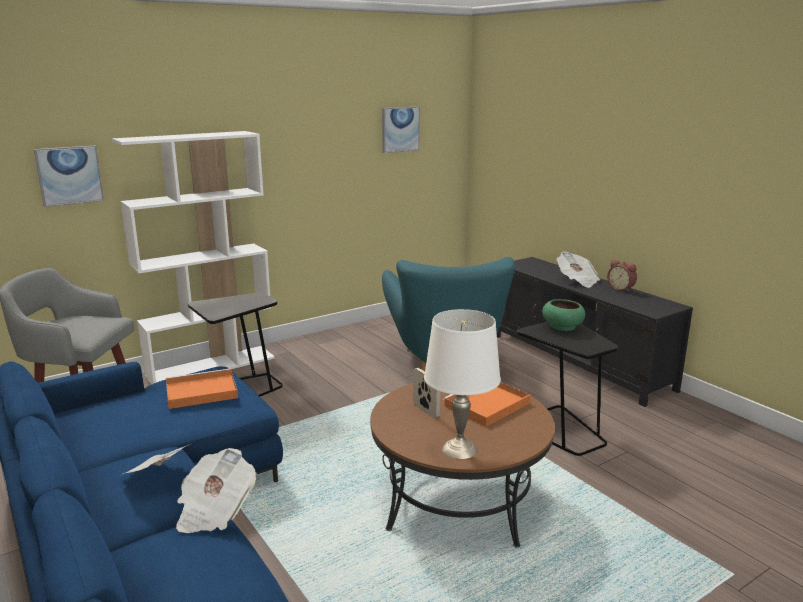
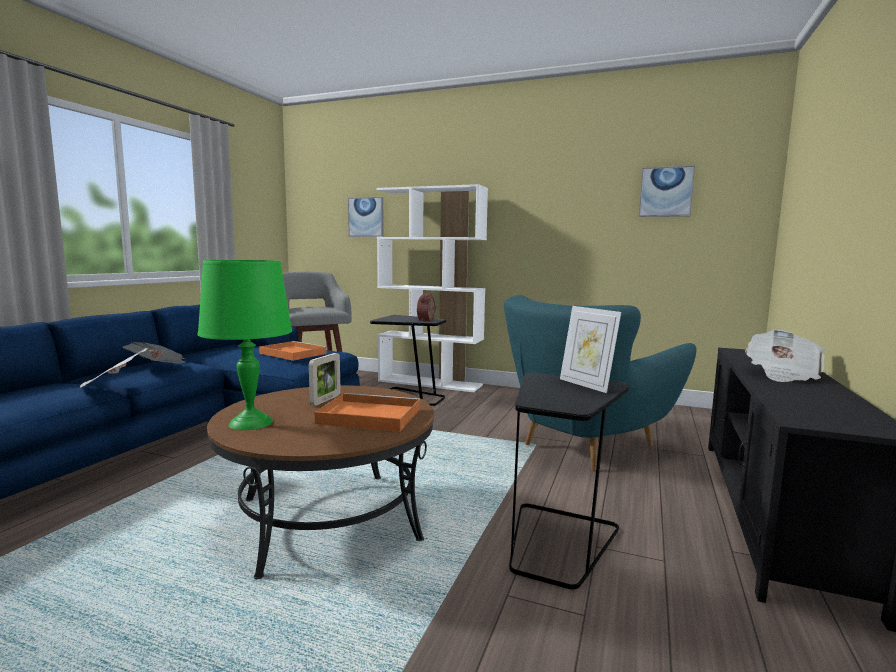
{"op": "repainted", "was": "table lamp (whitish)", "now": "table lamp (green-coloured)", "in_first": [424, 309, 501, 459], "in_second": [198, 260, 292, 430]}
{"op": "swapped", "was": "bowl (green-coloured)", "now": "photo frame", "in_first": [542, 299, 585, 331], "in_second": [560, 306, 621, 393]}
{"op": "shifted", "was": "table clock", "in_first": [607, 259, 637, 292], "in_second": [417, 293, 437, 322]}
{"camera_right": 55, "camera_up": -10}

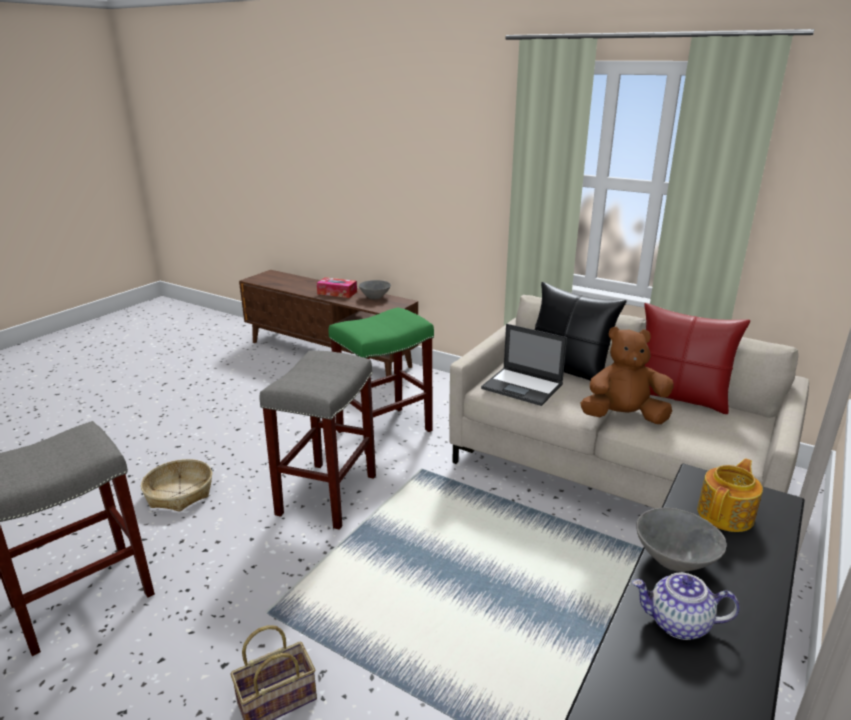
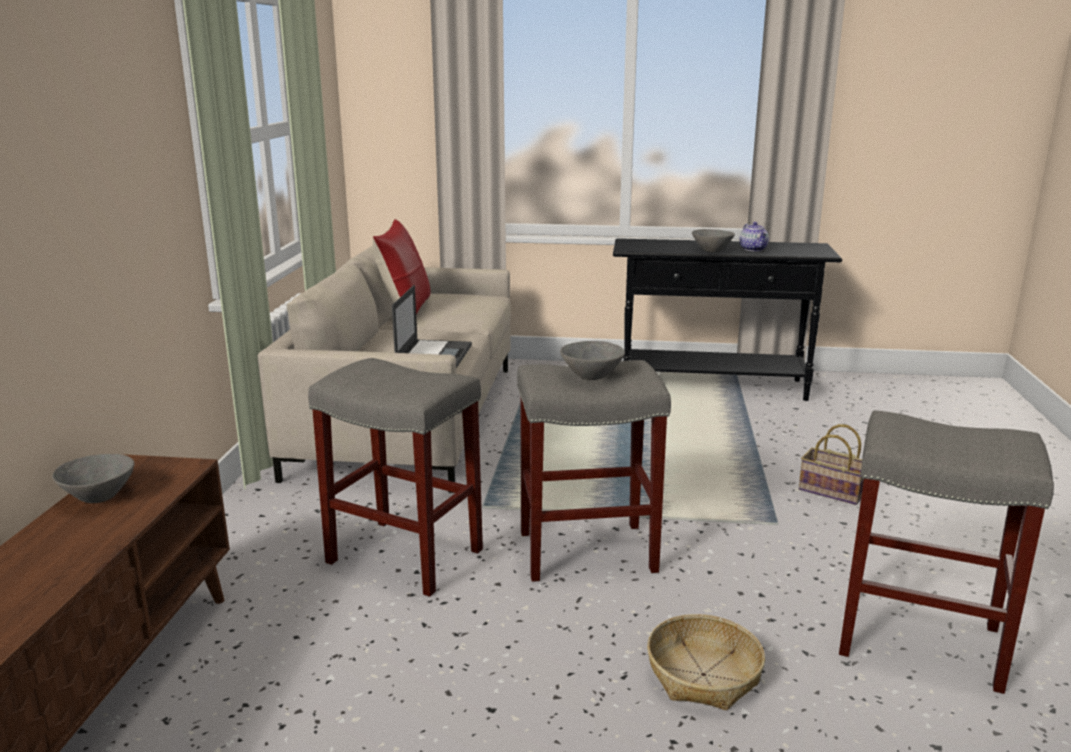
{"op": "gone", "was": "tissue holder", "in_first": [317, 277, 357, 298]}
{"op": "repainted", "was": "sitting stool (green-coloured)", "now": "sitting stool (grey)", "in_first": [329, 308, 434, 455], "in_second": [308, 358, 483, 597]}
{"op": "gone", "was": "cushion (blackish)", "in_first": [535, 282, 627, 381]}
{"op": "gone", "was": "soft toy (brownish)", "in_first": [580, 326, 673, 424]}
{"op": "gone", "was": "tea pot", "in_first": [697, 458, 763, 532]}
{"op": "new", "now": "bowl (grey)", "in_second": [560, 341, 625, 380]}
{"camera_right": -115, "camera_up": -5}

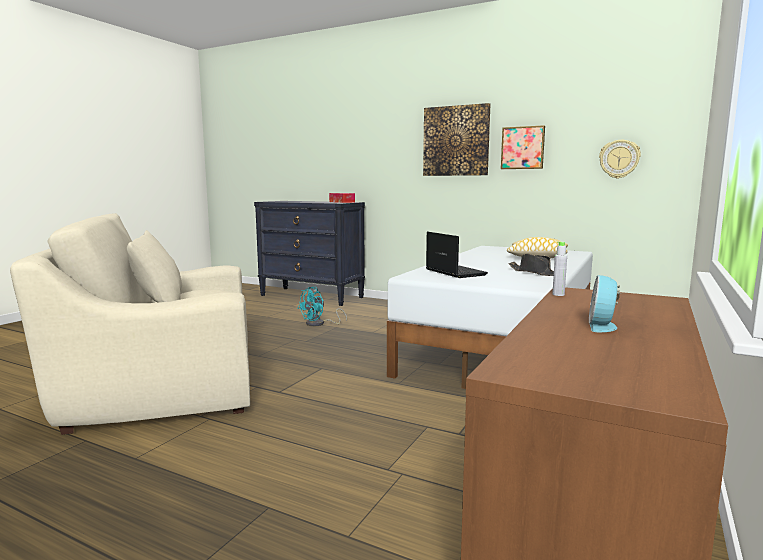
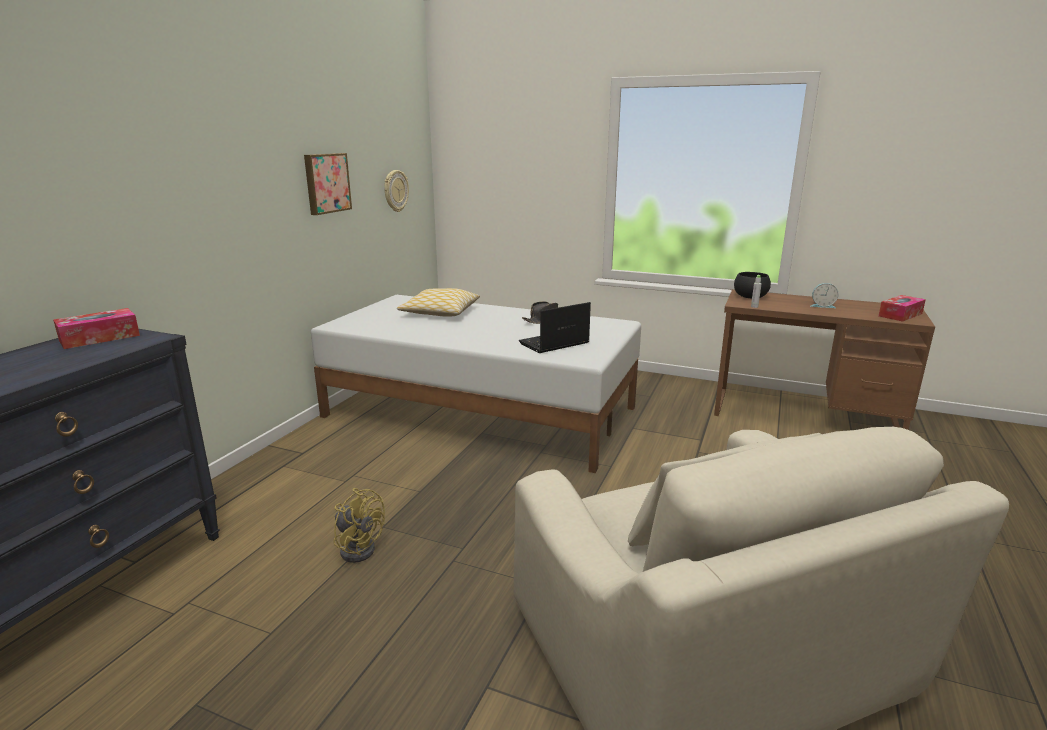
{"op": "repainted", "was": "cooling fan (blue-green)", "now": "cooling fan (yellow-coloured)", "in_first": [297, 287, 347, 326], "in_second": [334, 488, 385, 563]}
{"op": "gone", "was": "wall picture", "in_first": [423, 103, 490, 176]}
{"op": "new", "now": "bowl (blackish)", "in_second": [734, 272, 771, 298]}
{"op": "new", "now": "tissue holder", "in_second": [878, 295, 926, 322]}
{"camera_right": -95, "camera_up": 10}

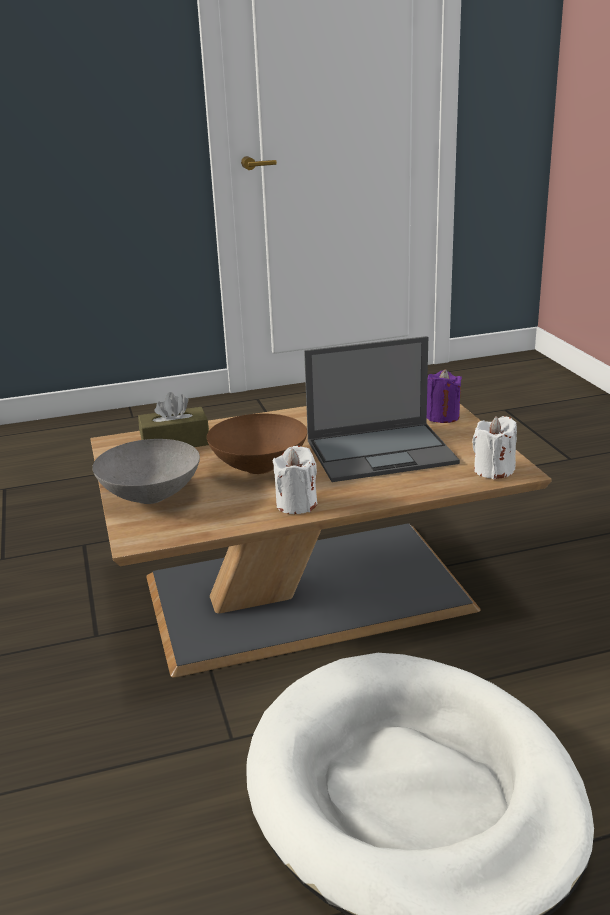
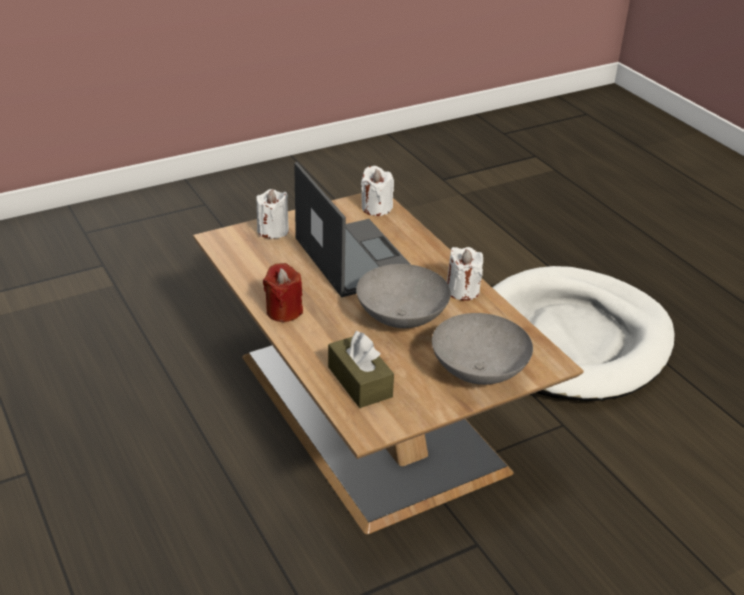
{"op": "repainted", "was": "bowl (brownish)", "now": "bowl (grey)", "in_first": [207, 414, 307, 474], "in_second": [356, 264, 451, 328]}
{"op": "repainted", "was": "wax light (purple-coloured)", "now": "wax light (whitish)", "in_first": [427, 369, 462, 423], "in_second": [256, 189, 289, 239]}
{"op": "new", "now": "wax light (red-coloured)", "in_second": [263, 263, 303, 322]}
{"camera_right": -105, "camera_up": 10}

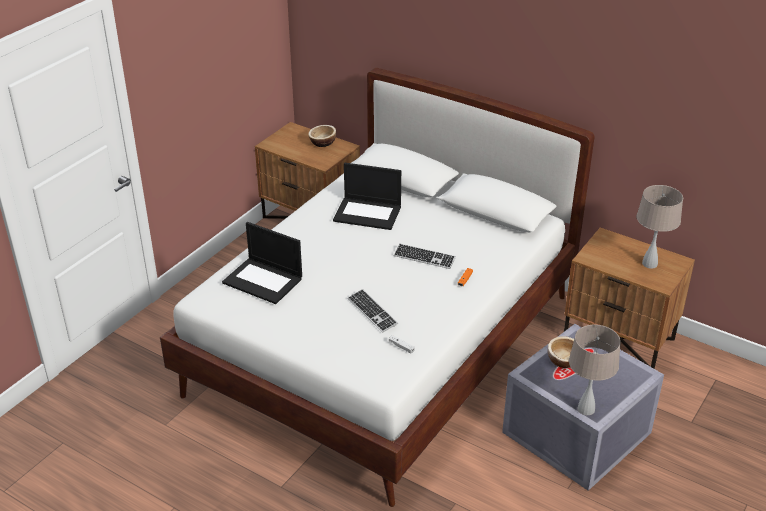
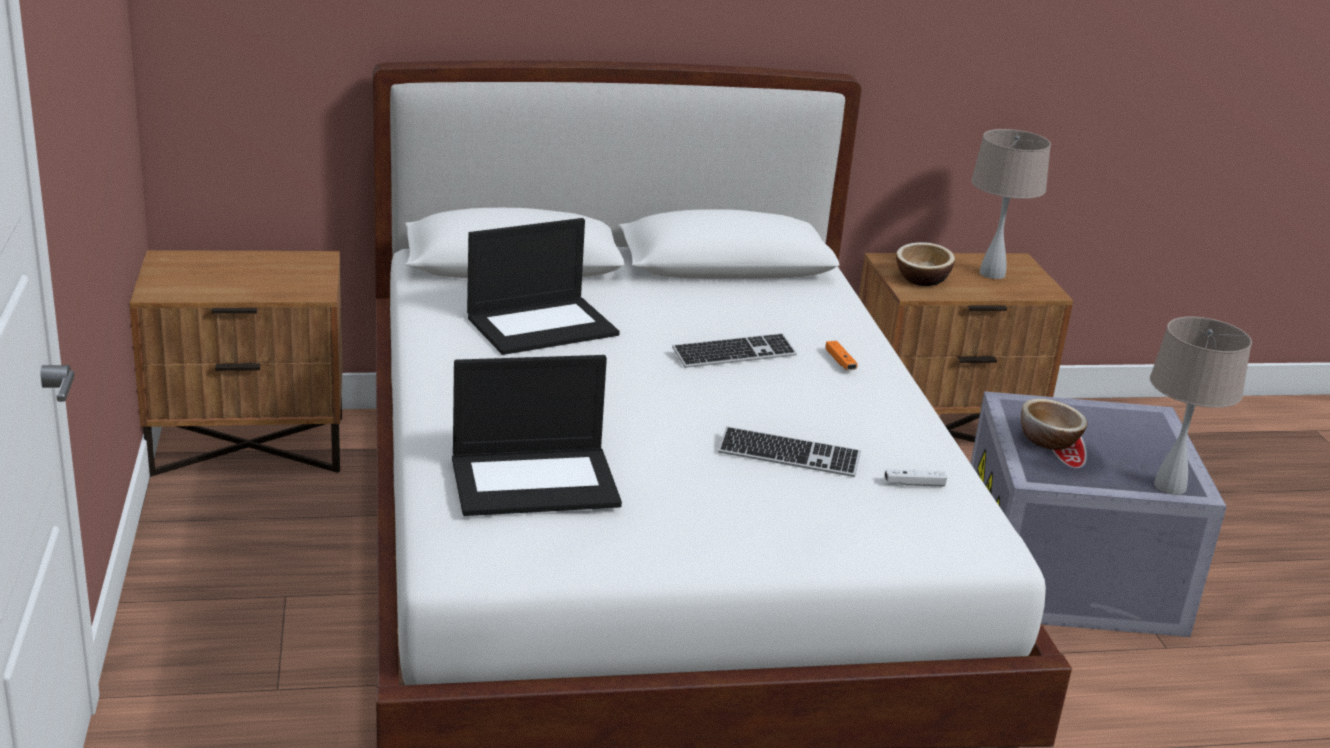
{"op": "shifted", "was": "bowl", "in_first": [308, 125, 336, 147], "in_second": [896, 242, 955, 286]}
{"camera_right": -45, "camera_up": -10}

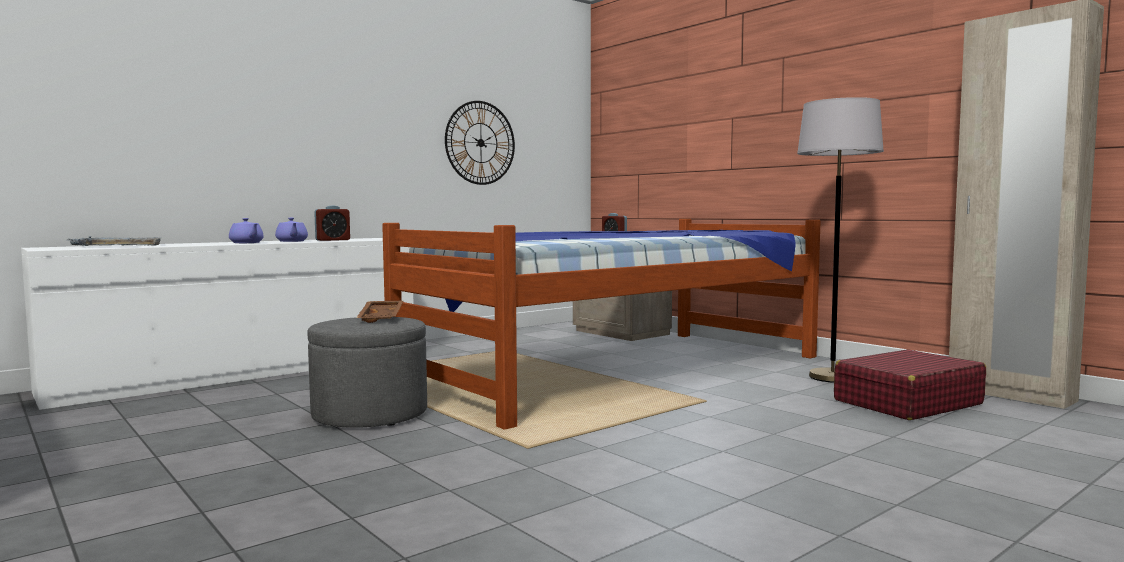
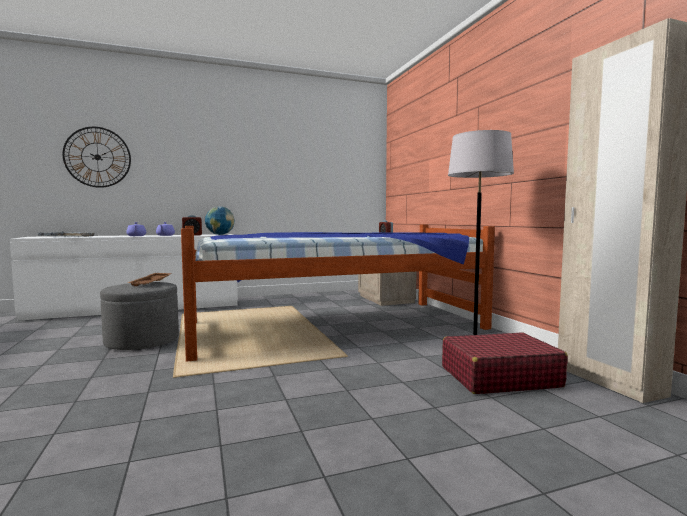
{"op": "shifted", "was": "wall clock", "in_first": [445, 101, 515, 185], "in_second": [63, 127, 131, 188]}
{"op": "new", "now": "world globe", "in_second": [205, 206, 234, 235]}
{"camera_right": 20, "camera_up": 0}

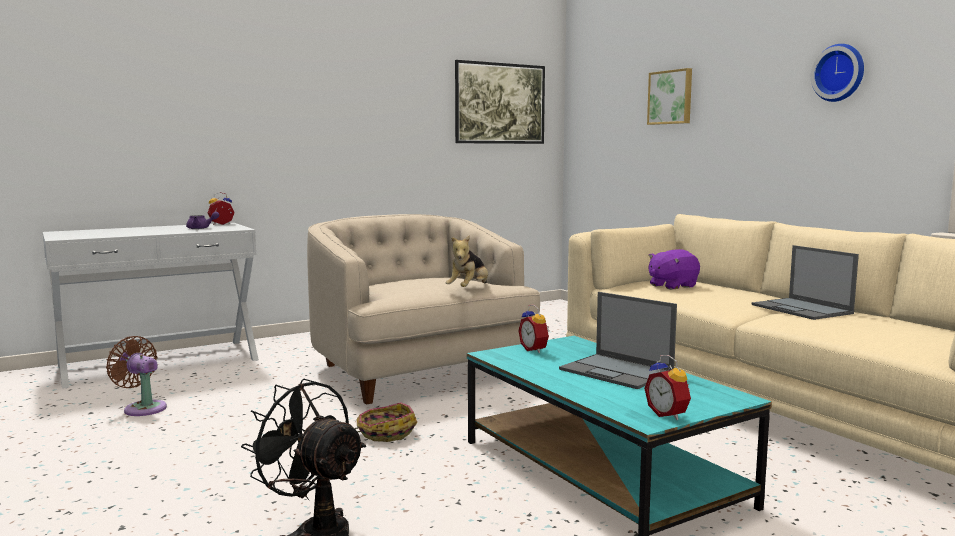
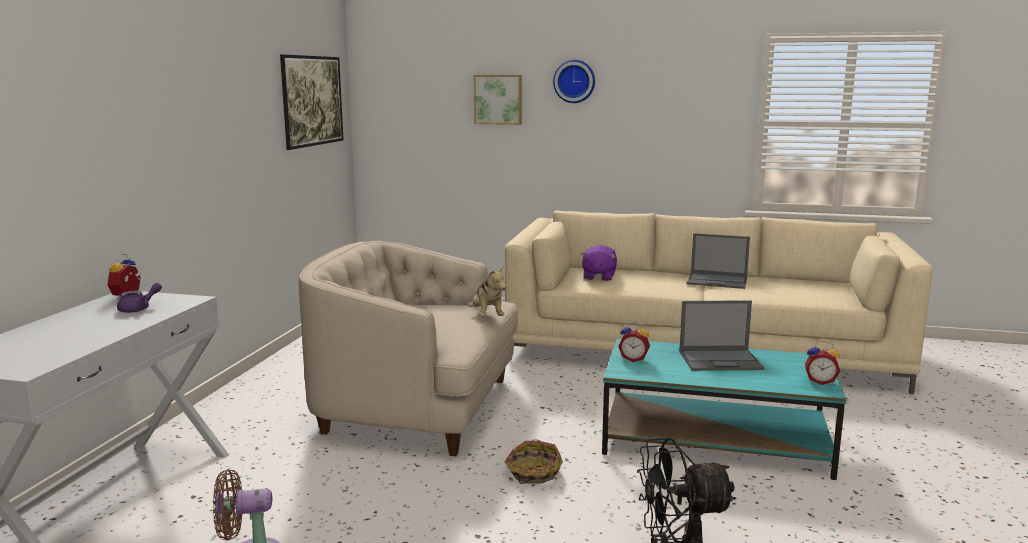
{"op": "shifted", "was": "wall clock", "in_first": [811, 44, 864, 102], "in_second": [553, 60, 595, 103]}
{"camera_right": -45, "camera_up": 5}

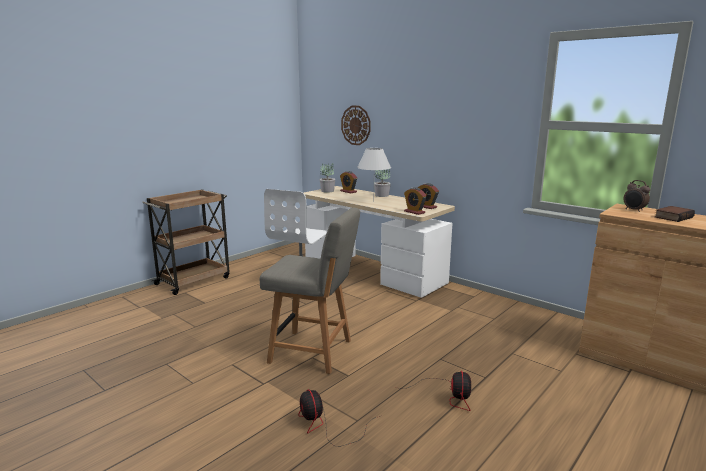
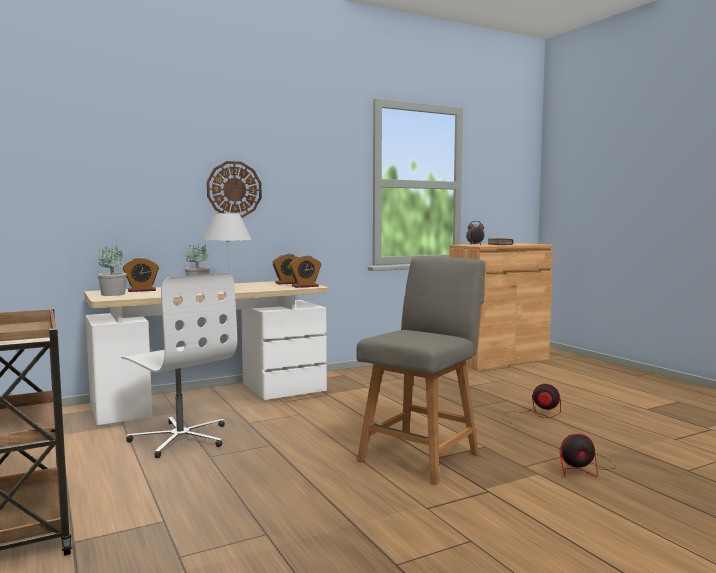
{"op": "shifted", "was": "wall clock", "in_first": [341, 106, 371, 145], "in_second": [207, 161, 262, 218]}
{"camera_right": -70, "camera_up": -10}

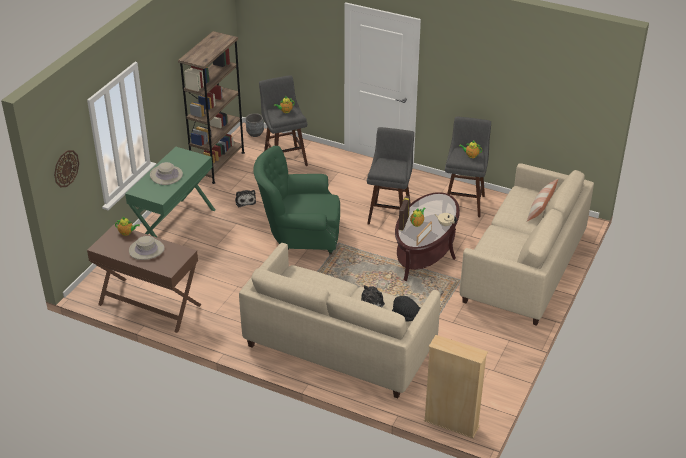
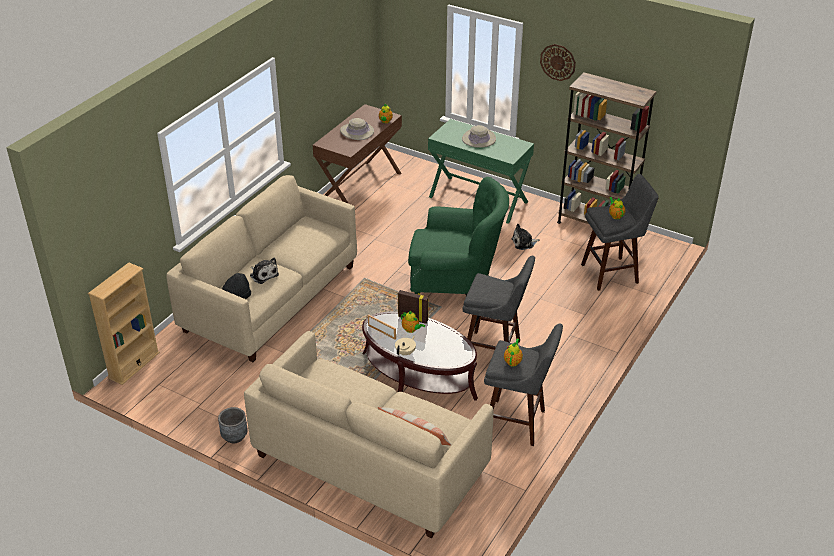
{"op": "shifted", "was": "wall clock", "in_first": [54, 150, 79, 187], "in_second": [540, 44, 576, 81]}
{"op": "shifted", "was": "flower pot (grey)", "in_first": [246, 113, 264, 137], "in_second": [218, 407, 248, 443]}
{"op": "rotated", "was": "lounge chair (green-coloured)", "in_first": [253, 146, 340, 255], "in_second": [408, 177, 509, 296], "clockwise": 90}
{"camera_right": 95, "camera_up": 0}

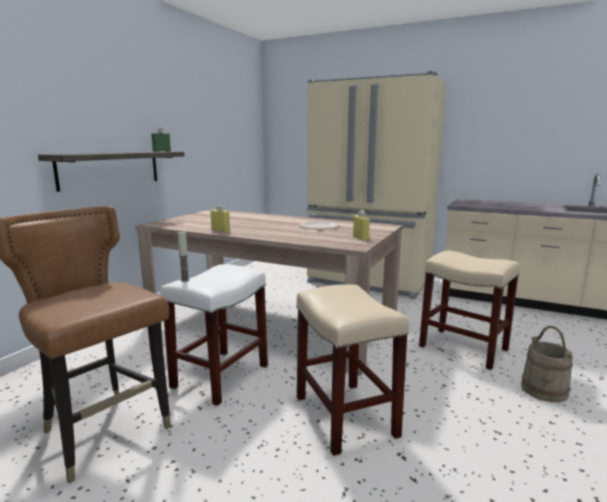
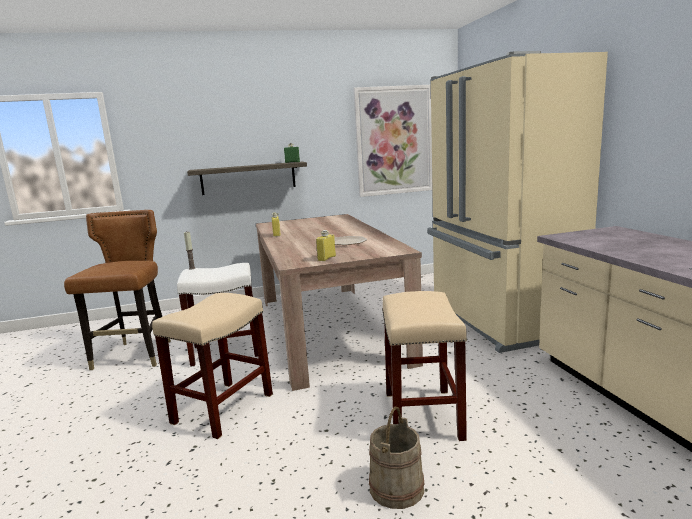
{"op": "new", "now": "wall picture", "in_second": [353, 85, 432, 197]}
{"camera_right": 50, "camera_up": 0}

